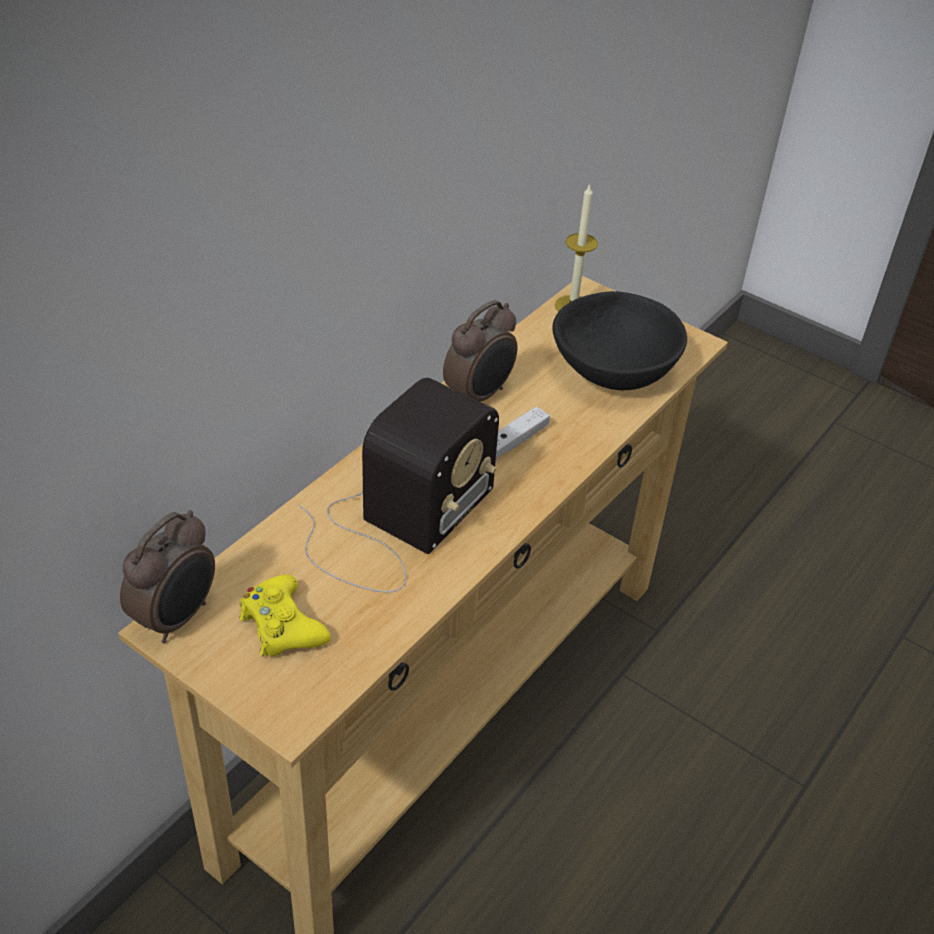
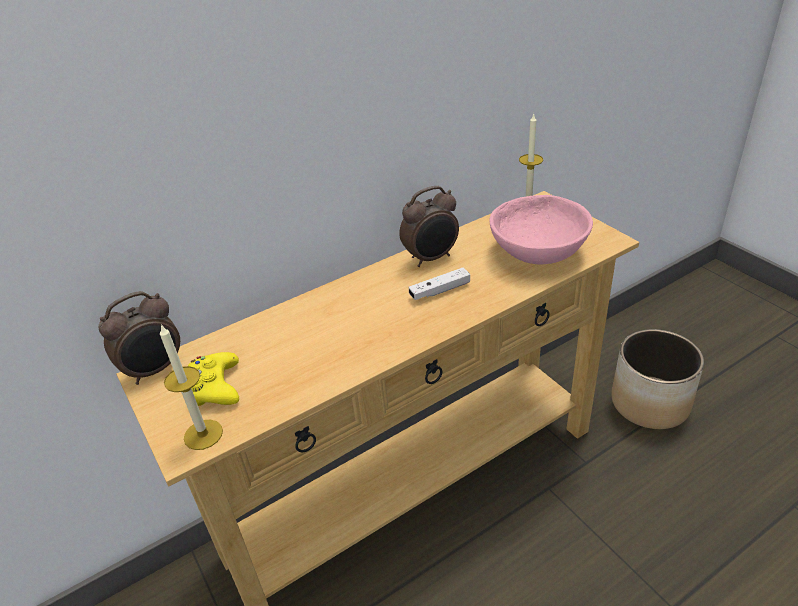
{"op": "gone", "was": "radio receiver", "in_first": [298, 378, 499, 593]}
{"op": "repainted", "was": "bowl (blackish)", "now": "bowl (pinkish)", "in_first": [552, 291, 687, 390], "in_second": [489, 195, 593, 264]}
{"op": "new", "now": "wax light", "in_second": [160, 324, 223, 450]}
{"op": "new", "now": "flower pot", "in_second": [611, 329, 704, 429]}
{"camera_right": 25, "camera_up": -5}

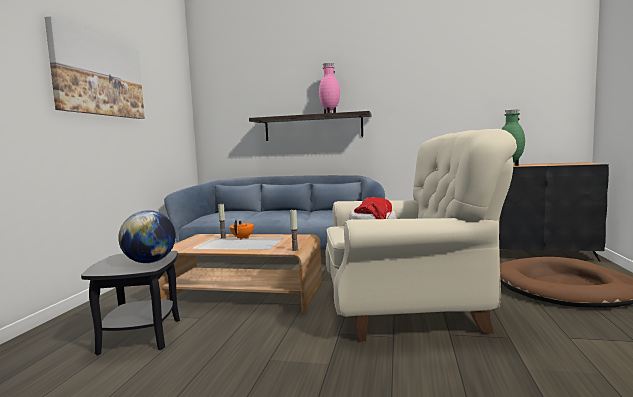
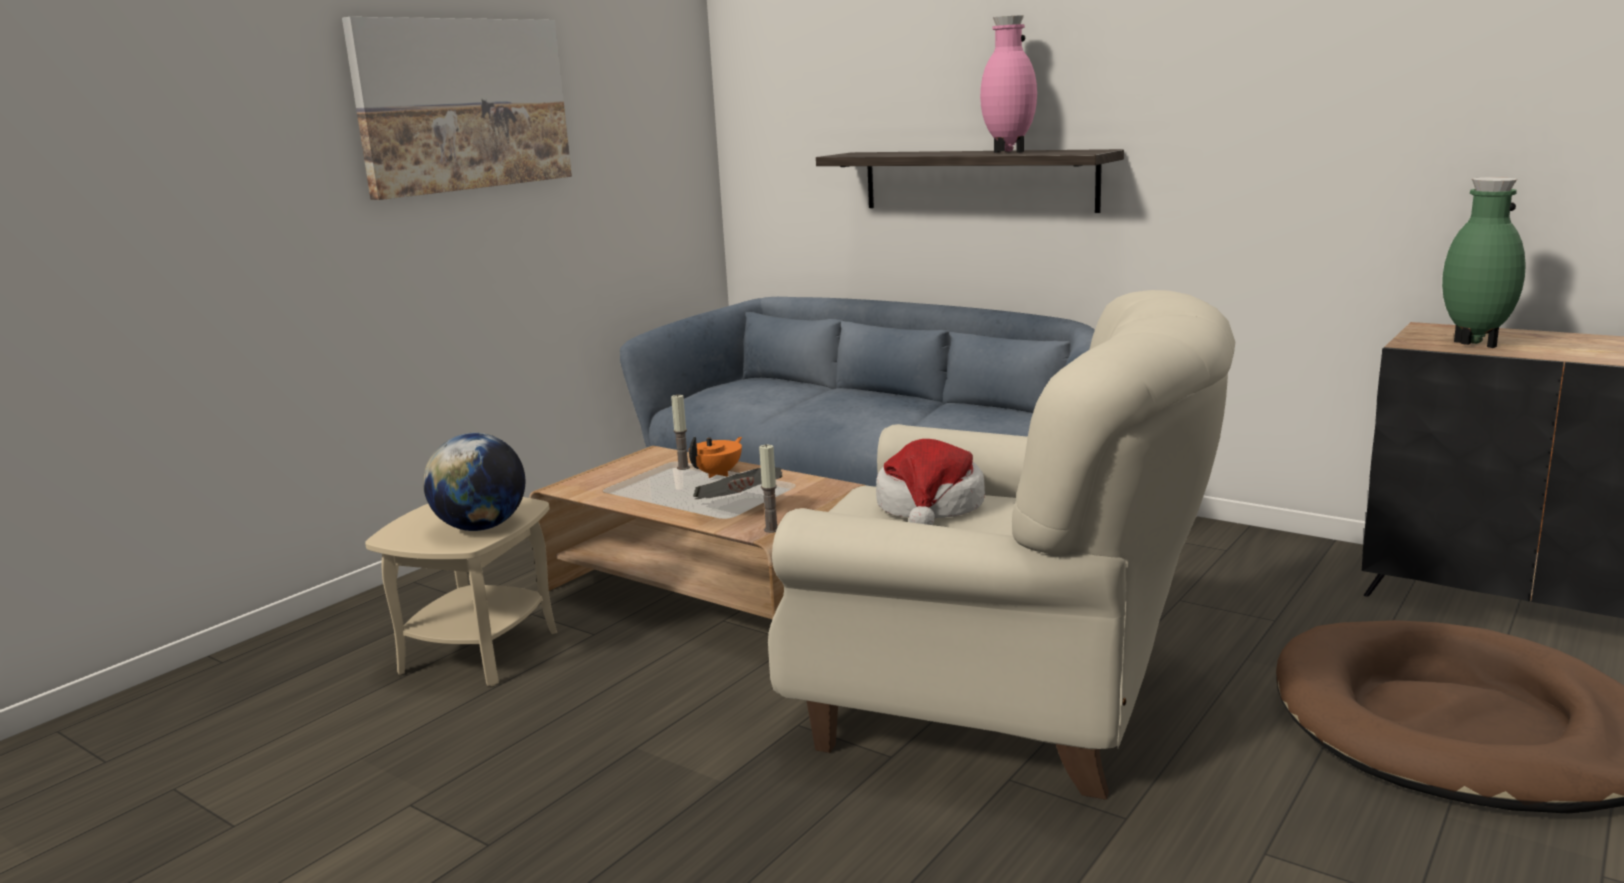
{"op": "repainted", "was": "side table (blackish)", "now": "side table (sand-coloured)", "in_first": [81, 251, 180, 355], "in_second": [365, 497, 557, 686]}
{"op": "new", "now": "daily paper", "in_second": [694, 467, 782, 499]}
{"camera_right": 25, "camera_up": 10}

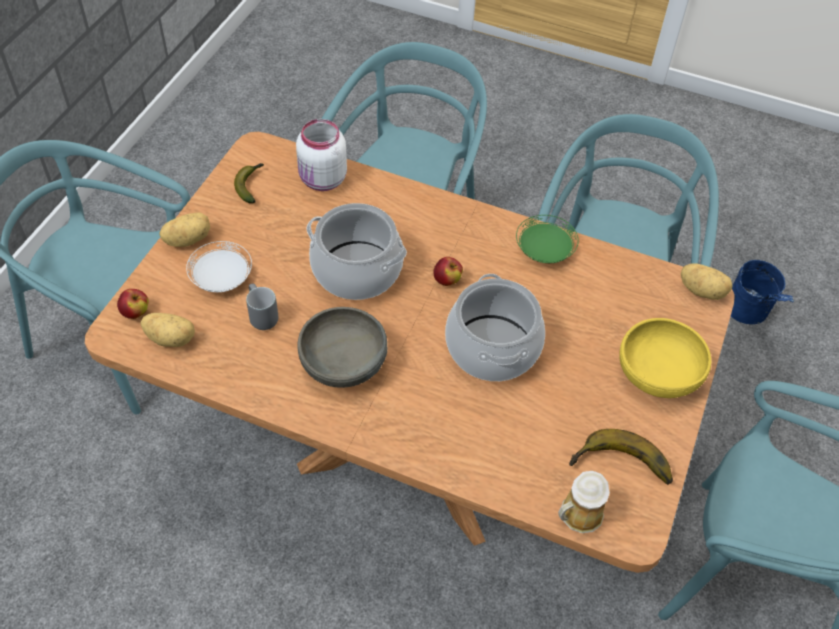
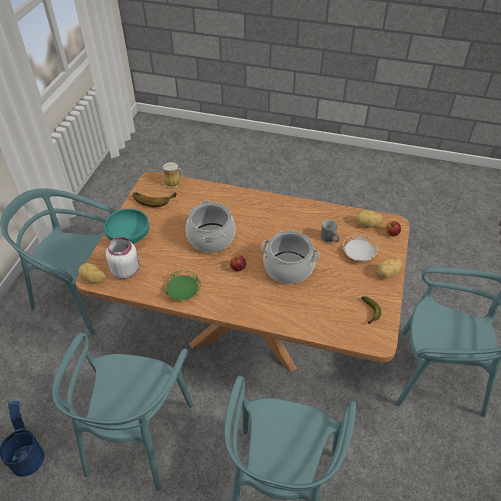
{"op": "shifted", "was": "preserve jar (whitish)", "in_first": [296, 119, 347, 191], "in_second": [106, 237, 139, 279]}
{"op": "gone", "was": "bowl (grey)", "in_first": [297, 307, 387, 388]}
{"op": "repainted", "was": "bowl (yellow-coloured)", "now": "bowl (blue-green)", "in_first": [619, 318, 711, 398], "in_second": [104, 209, 149, 244]}
{"camera_right": 175, "camera_up": -5}

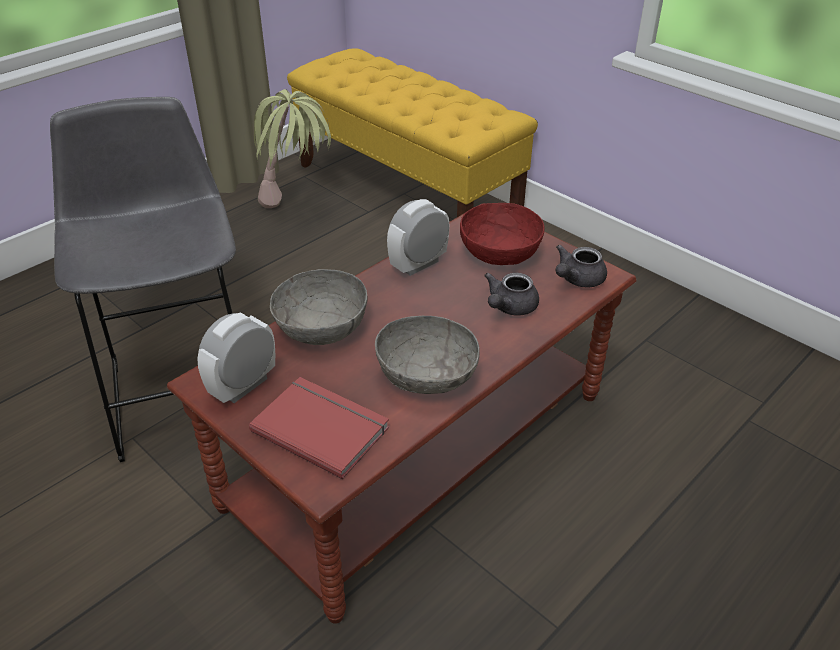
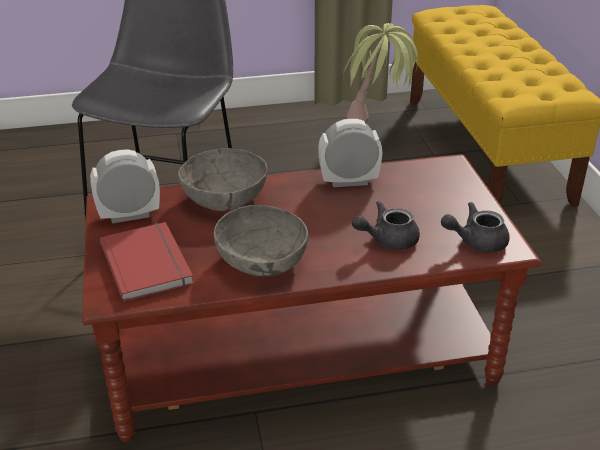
{"op": "gone", "was": "bowl (red-coloured)", "in_first": [460, 203, 545, 265]}
{"camera_right": 35, "camera_up": -5}

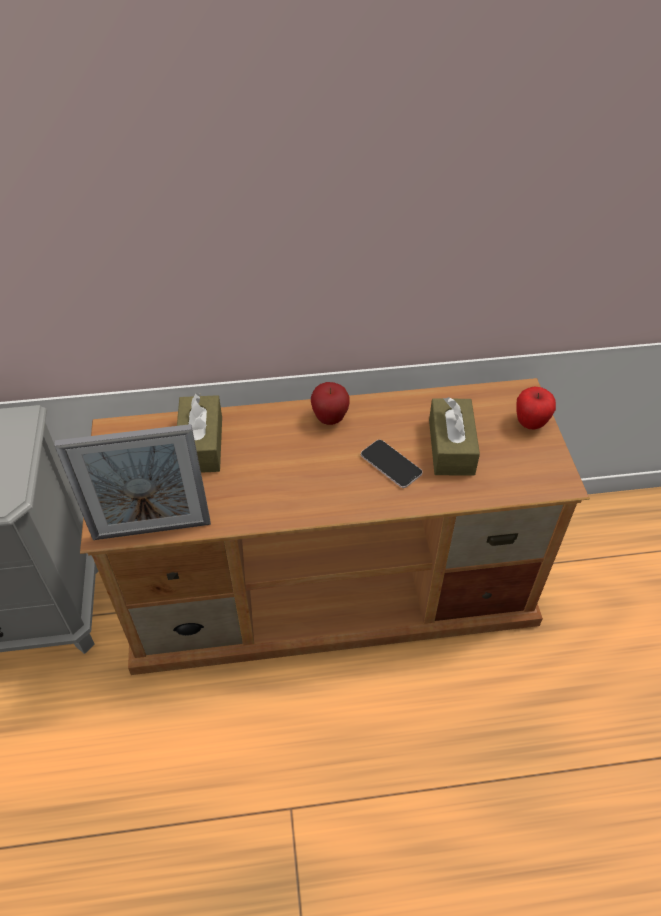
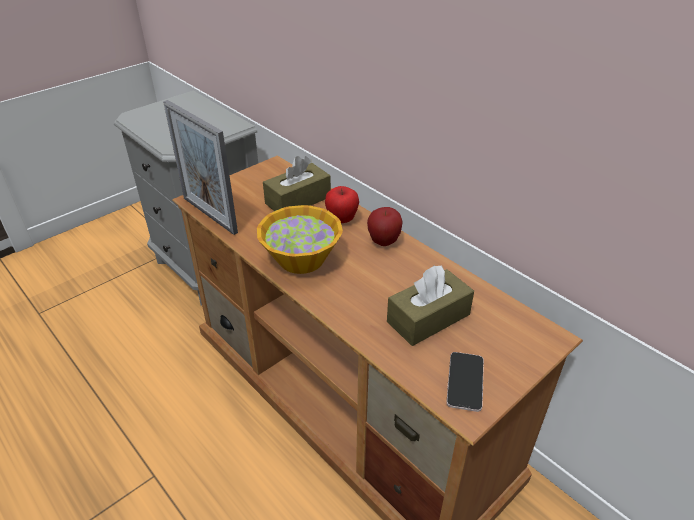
{"op": "shifted", "was": "handset", "in_first": [361, 439, 423, 488], "in_second": [446, 352, 484, 412]}
{"op": "shifted", "was": "whole apple", "in_first": [516, 386, 556, 429], "in_second": [325, 186, 359, 223]}
{"op": "new", "now": "bowl", "in_second": [257, 205, 343, 274]}
{"camera_right": 55, "camera_up": -10}

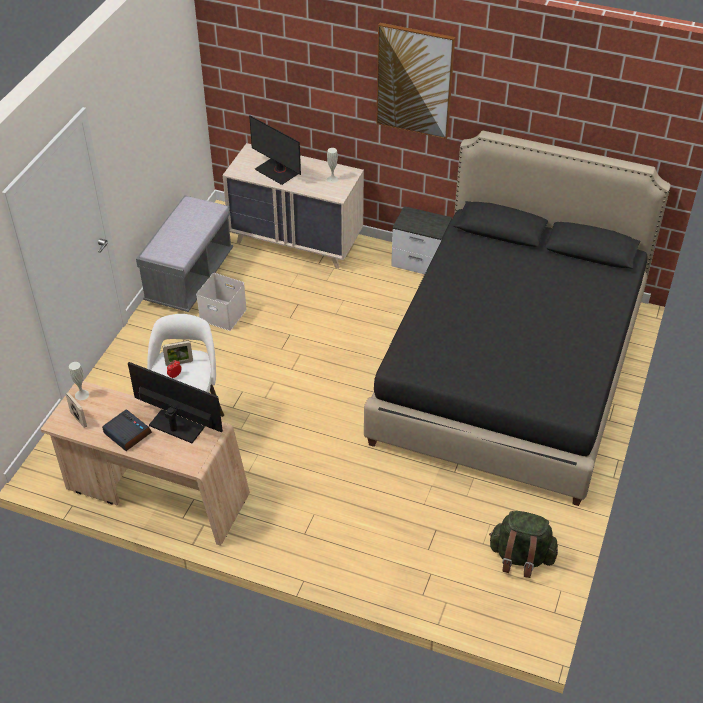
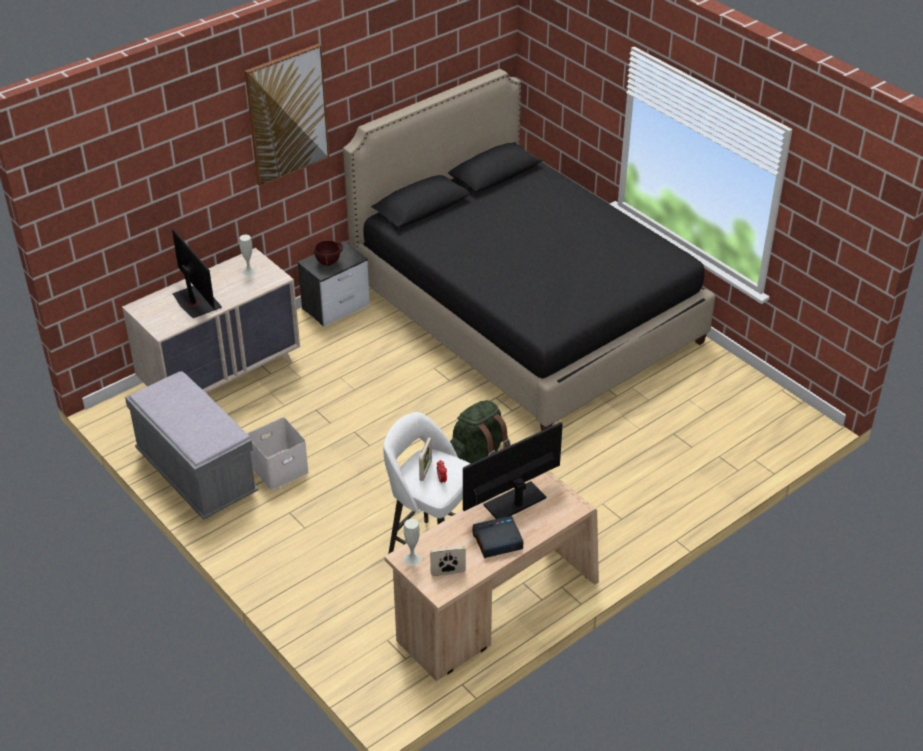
{"op": "rotated", "was": "computer display", "in_first": [249, 115, 301, 185], "in_second": [172, 229, 222, 318], "clockwise": -105}
{"op": "shifted", "was": "rucksack (green-coloured)", "in_first": [489, 511, 558, 578], "in_second": [450, 400, 511, 464]}
{"op": "new", "now": "bowl (brownish)", "in_second": [314, 240, 343, 266]}
{"camera_right": -60, "camera_up": -5}

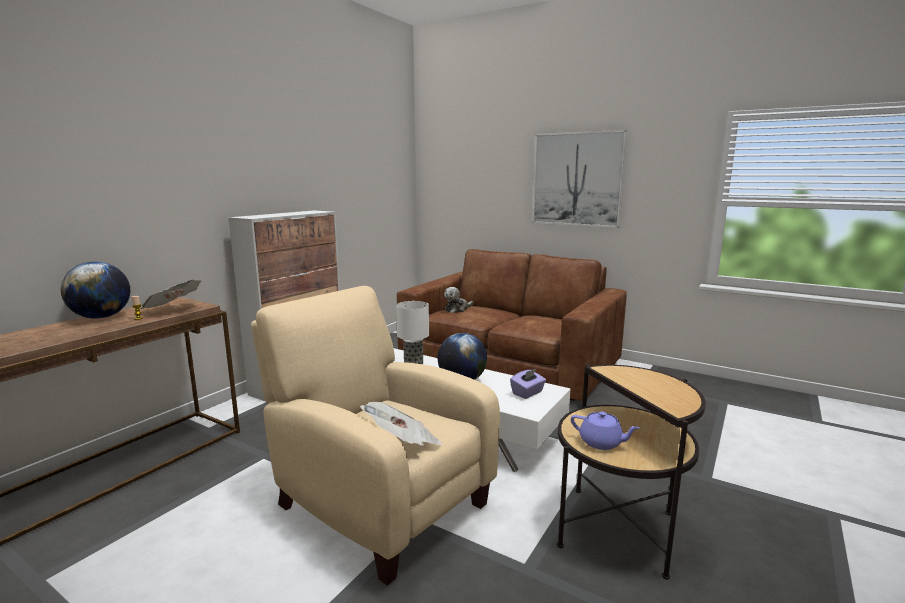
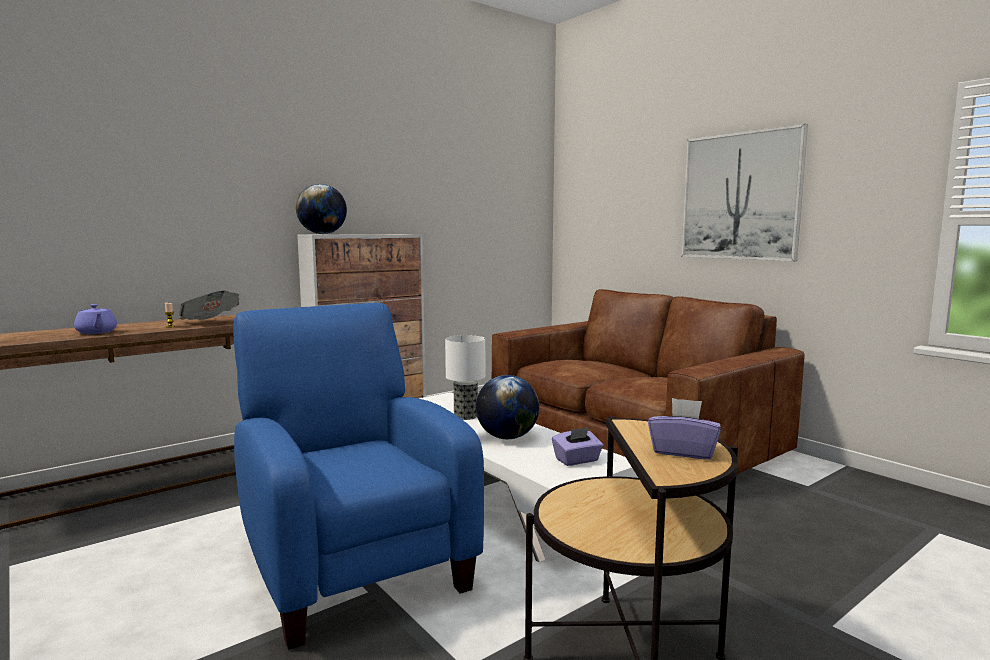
{"op": "shifted", "was": "world globe", "in_first": [61, 262, 130, 319], "in_second": [296, 184, 347, 234]}
{"op": "repainted", "was": "lounge chair (sand-coloured)", "now": "lounge chair (bluish)", "in_first": [251, 286, 500, 586], "in_second": [233, 303, 484, 650]}
{"op": "gone", "was": "daily paper", "in_first": [360, 402, 443, 446]}
{"op": "gone", "was": "soft toy", "in_first": [444, 287, 473, 313]}
{"op": "shifted", "was": "tea pot (purple-coloured)", "in_first": [571, 411, 640, 450], "in_second": [74, 304, 117, 334]}
{"op": "new", "now": "tissue holder (purple-coloured)", "in_second": [648, 398, 721, 460]}
{"camera_right": 20, "camera_up": -5}

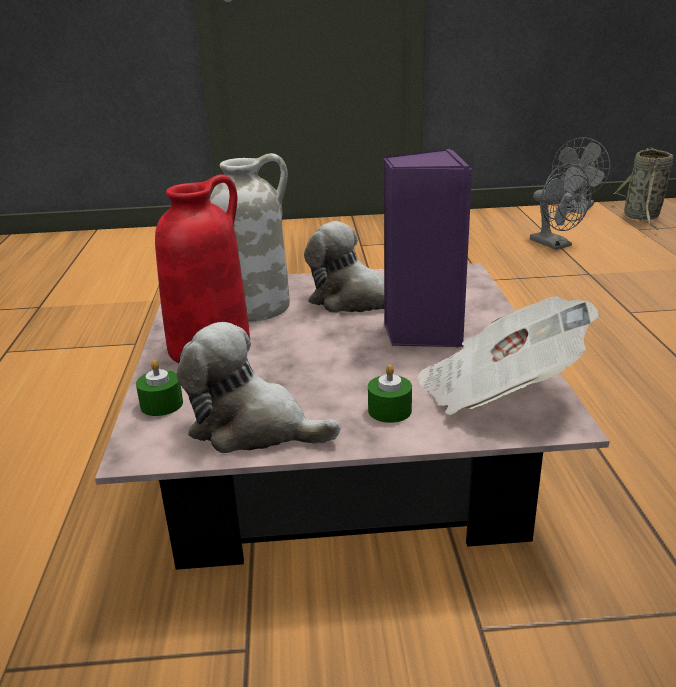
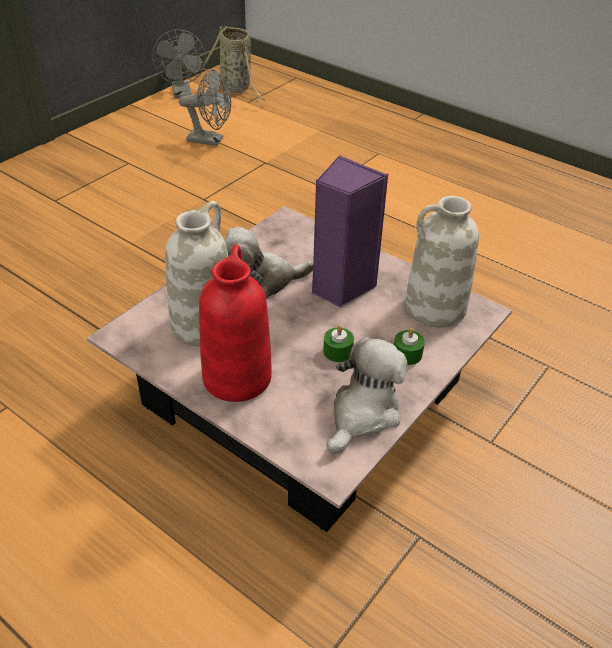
{"op": "shifted", "was": "wax light (green-coloured)", "in_first": [136, 360, 183, 416], "in_second": [323, 325, 354, 362]}
{"op": "rotated", "was": "soft toy", "in_first": [176, 322, 340, 453], "in_second": [327, 337, 407, 454], "clockwise": 150}
{"op": "swapped", "was": "daily paper", "now": "decorative vase (whitish)", "in_first": [417, 296, 600, 415], "in_second": [405, 196, 479, 328]}
{"camera_right": -50, "camera_up": 15}

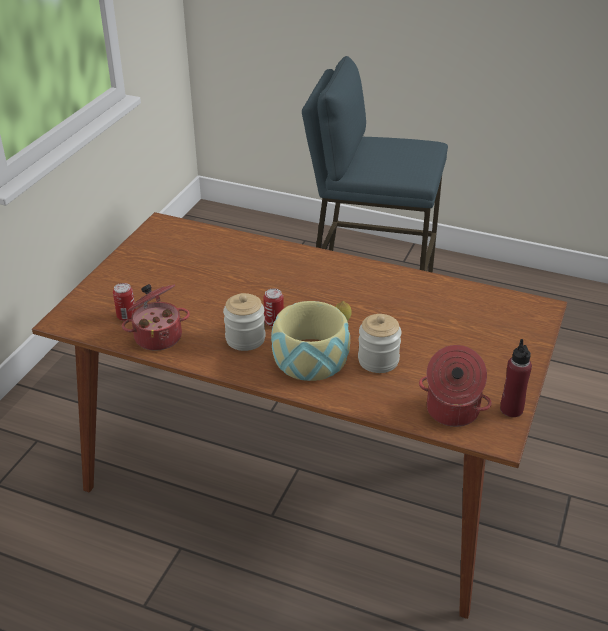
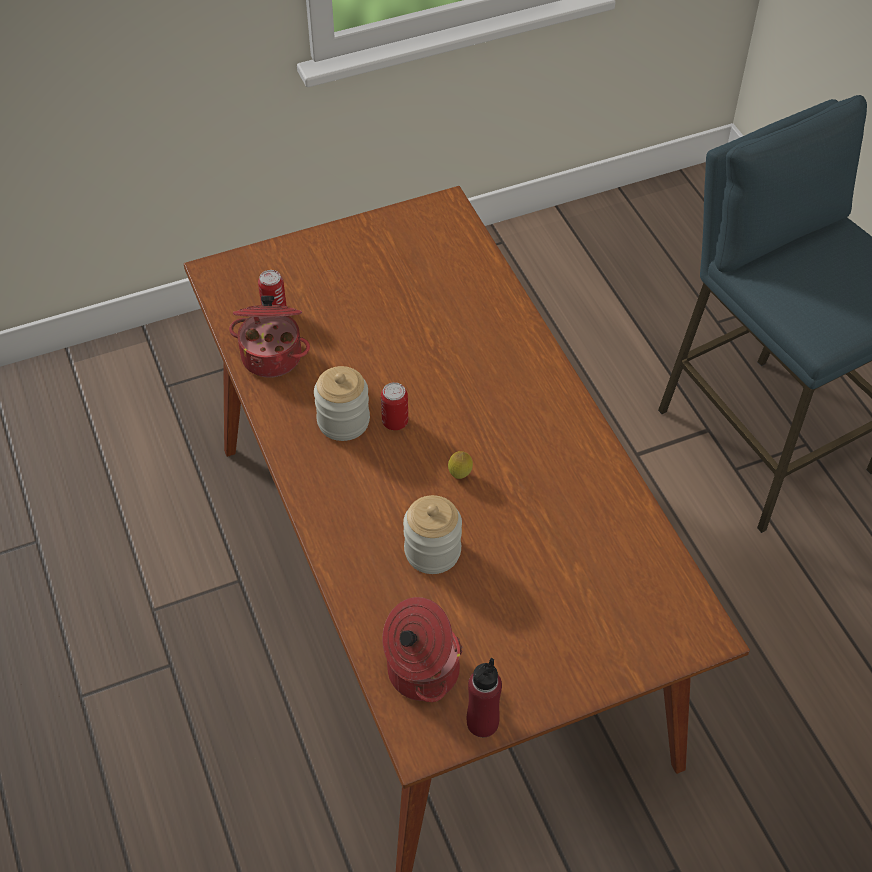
{"op": "gone", "was": "bowl", "in_first": [271, 301, 350, 381]}
{"camera_right": 45, "camera_up": 15}

